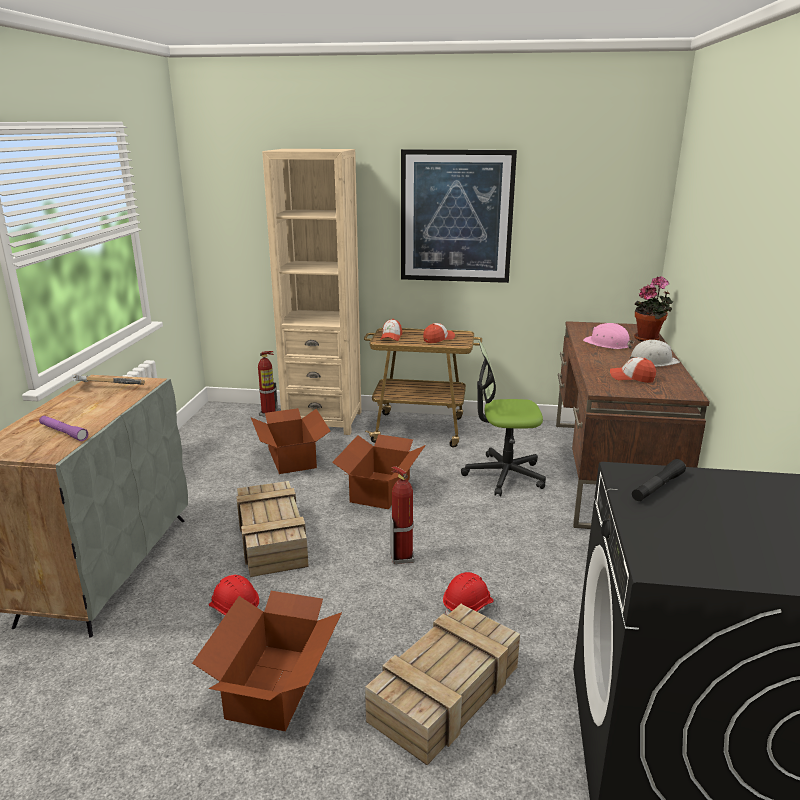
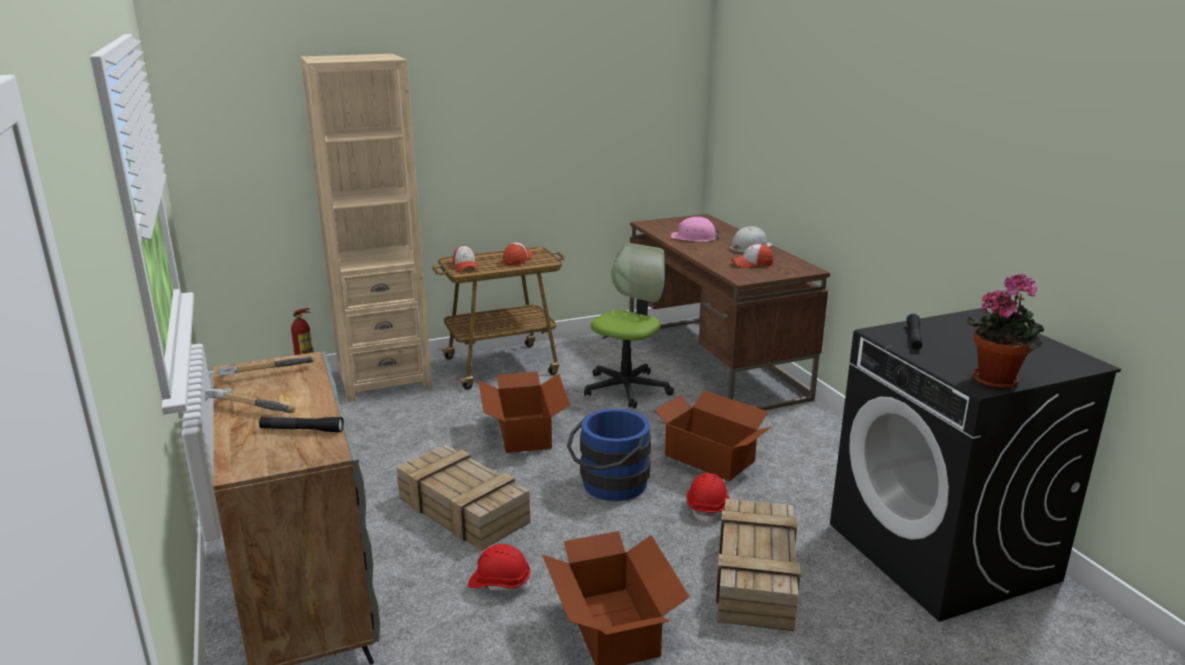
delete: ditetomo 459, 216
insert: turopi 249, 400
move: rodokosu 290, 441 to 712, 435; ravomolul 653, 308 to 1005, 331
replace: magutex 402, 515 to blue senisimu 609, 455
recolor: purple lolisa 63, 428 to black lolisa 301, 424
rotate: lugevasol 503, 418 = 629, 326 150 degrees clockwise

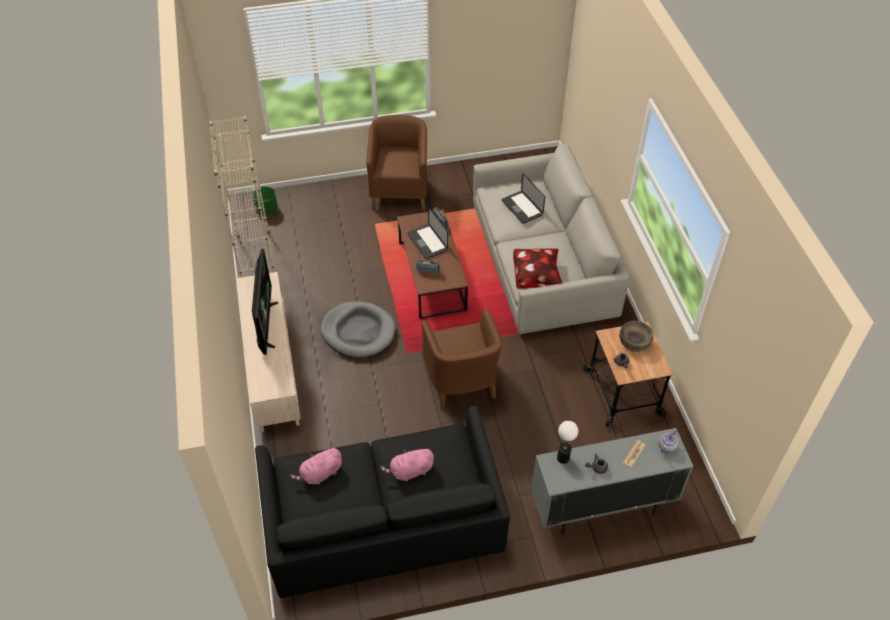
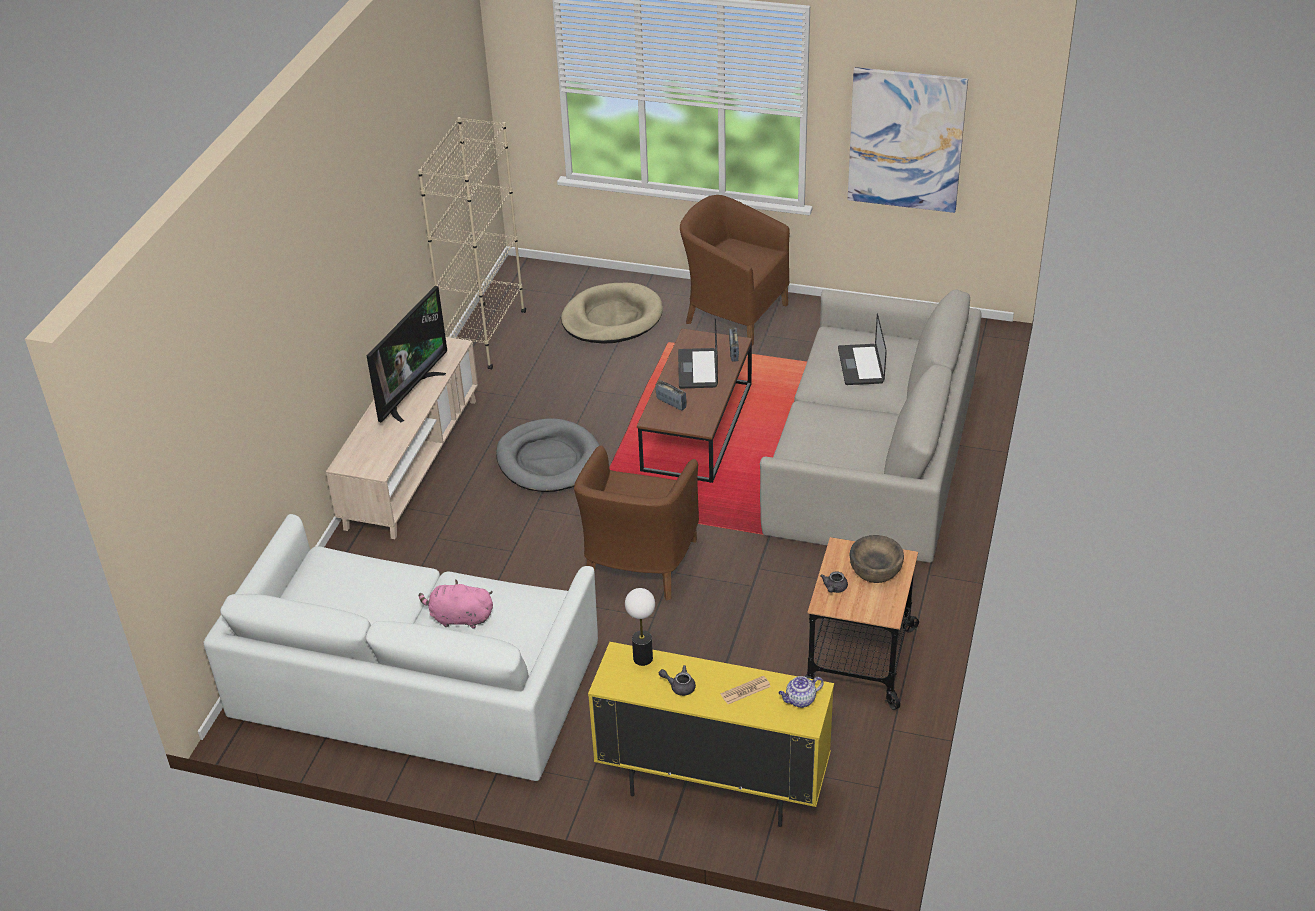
delete: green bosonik 265, 200; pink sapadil 316, 466; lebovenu 538, 268
insert: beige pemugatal 612, 313; ditetomo 908, 140
recolor: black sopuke 382, 501 to white sopuke 400, 647; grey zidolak 612, 481 to yellow zidolak 711, 734
rotate: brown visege 397, 163 = 735, 270 90 degrees counterclockwise

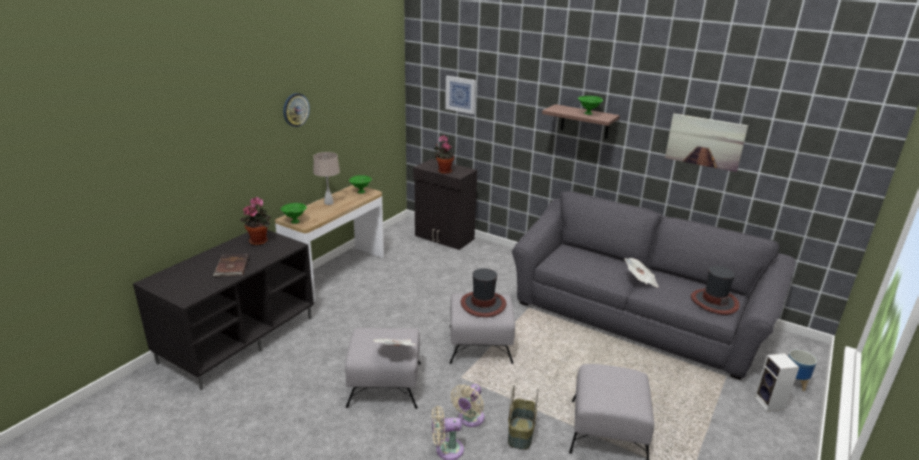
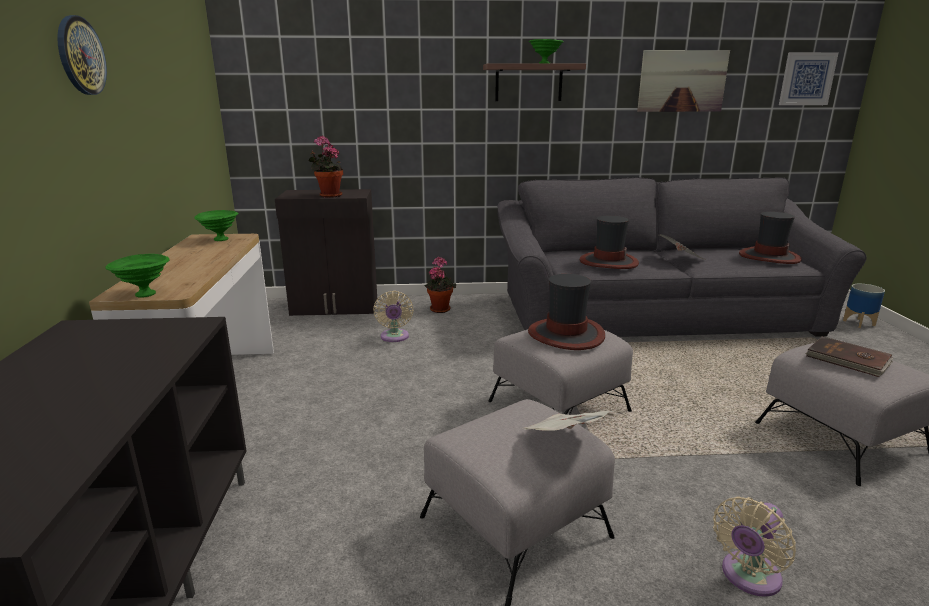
delete: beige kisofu 326, 178; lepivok 523, 417; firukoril 776, 382
insert: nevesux 609, 242
move: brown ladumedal 231, 265 to 849, 356; ravomolul 255, 221 to 440, 285; ditetomo 460, 95 to 809, 78; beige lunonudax 467, 405 to 393, 316

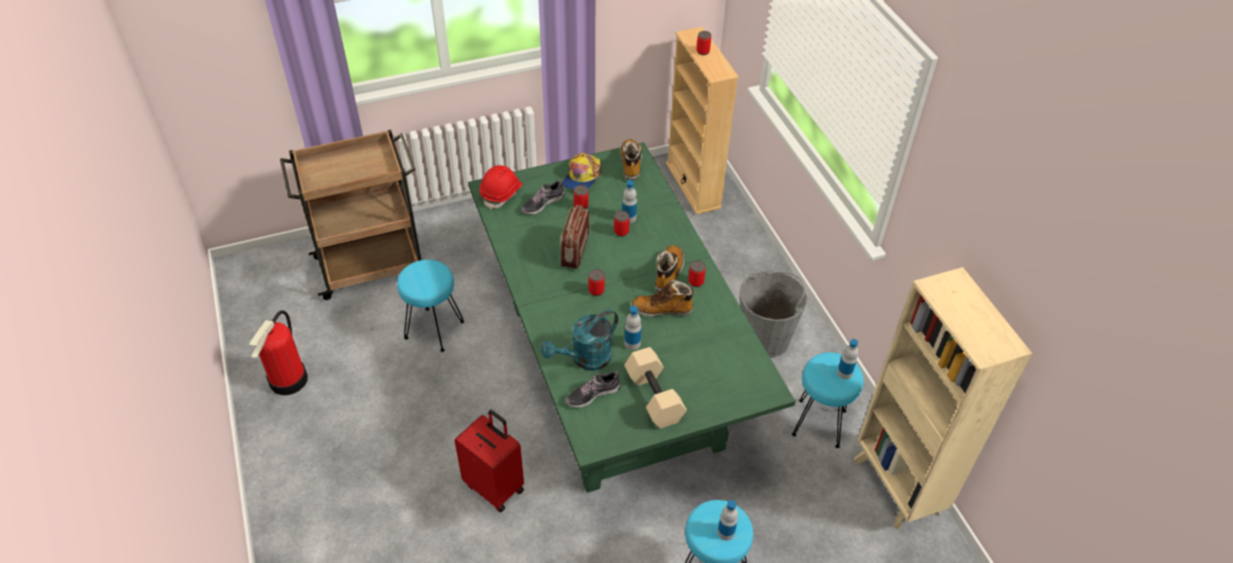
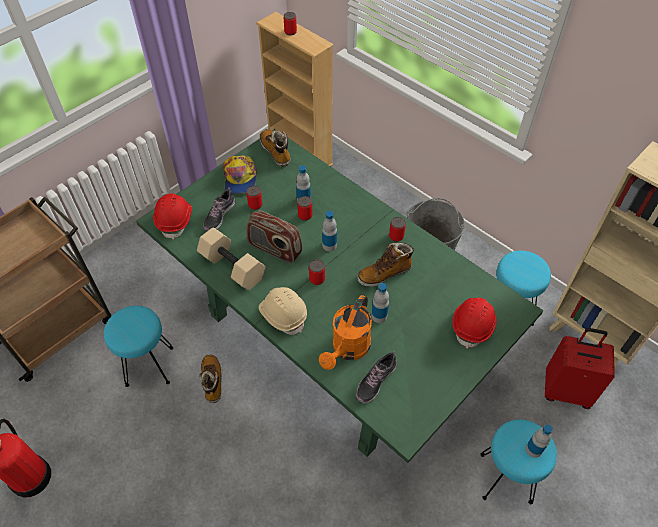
insert: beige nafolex 283, 311; red nafolex 474, 323
move: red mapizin 489, 461 to 580, 368; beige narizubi 655, 387 to 231, 258; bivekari 669, 268 to 210, 378; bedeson 847, 359 to 329, 231
recolor: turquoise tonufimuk 579, 340 to orange tonufimuk 345, 332
rotate: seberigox 575, 237 = 275, 236 45 degrees counterclockwise

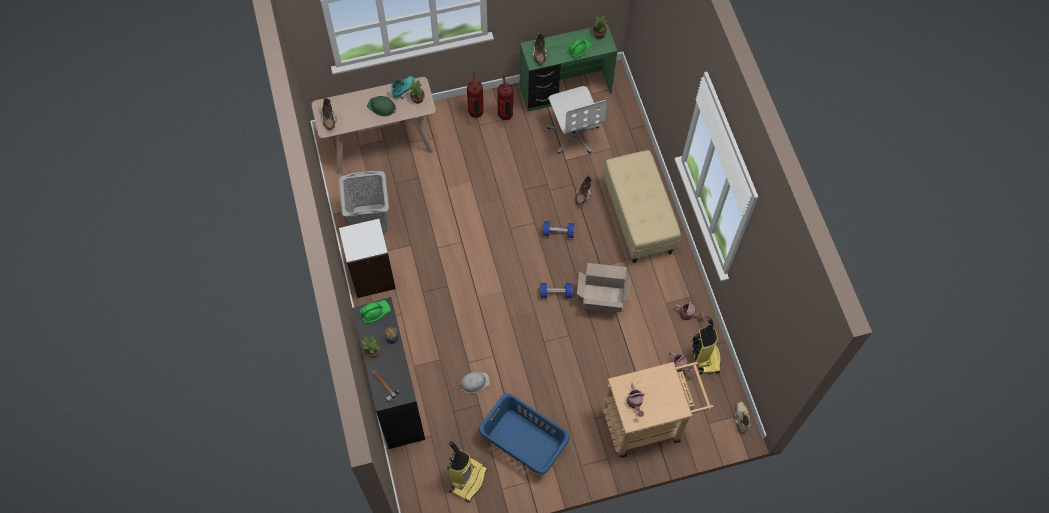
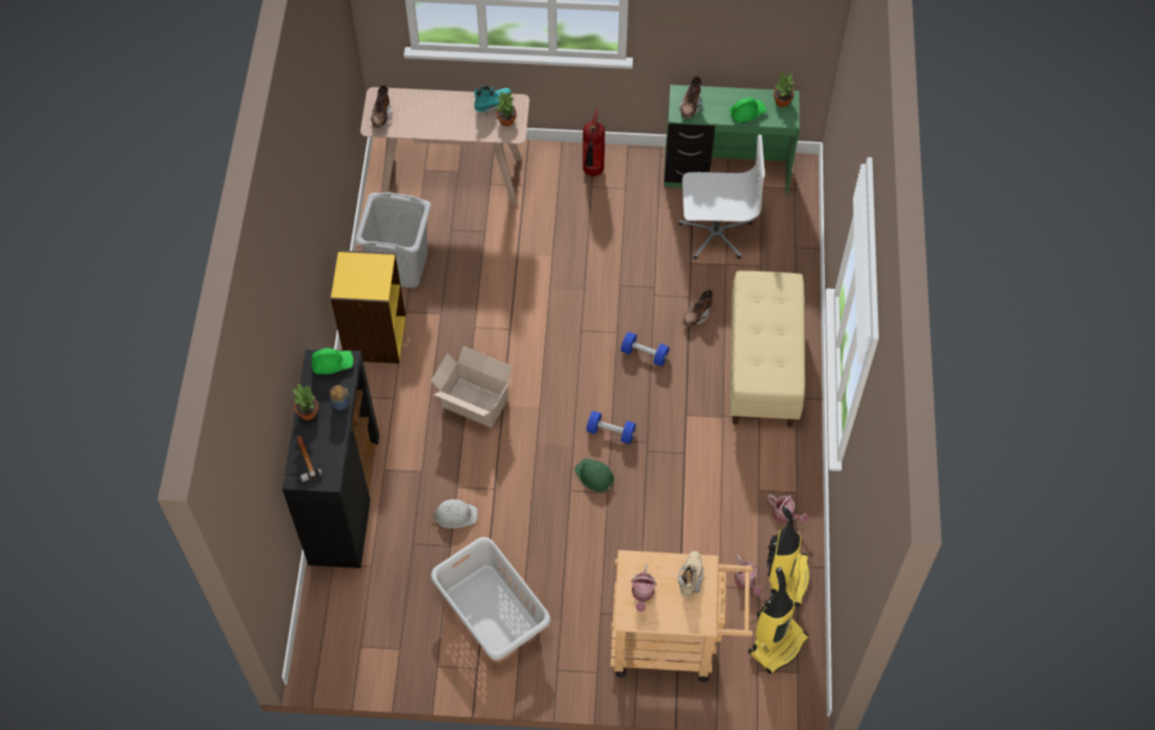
delete: magutex 505, 97
move: green nafolex 382, 106 to 594, 475; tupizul 467, 471 to 778, 620; rodokosu 603, 287 to 471, 387; beige bivekari 742, 417 to 691, 574
recolor: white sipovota 367, 257 to yellow sipovota 368, 307; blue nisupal 524, 433 to grey nisupal 491, 598
rotate: white lugevasol 577, 120 = 721, 197 90 degrees counterclockwise

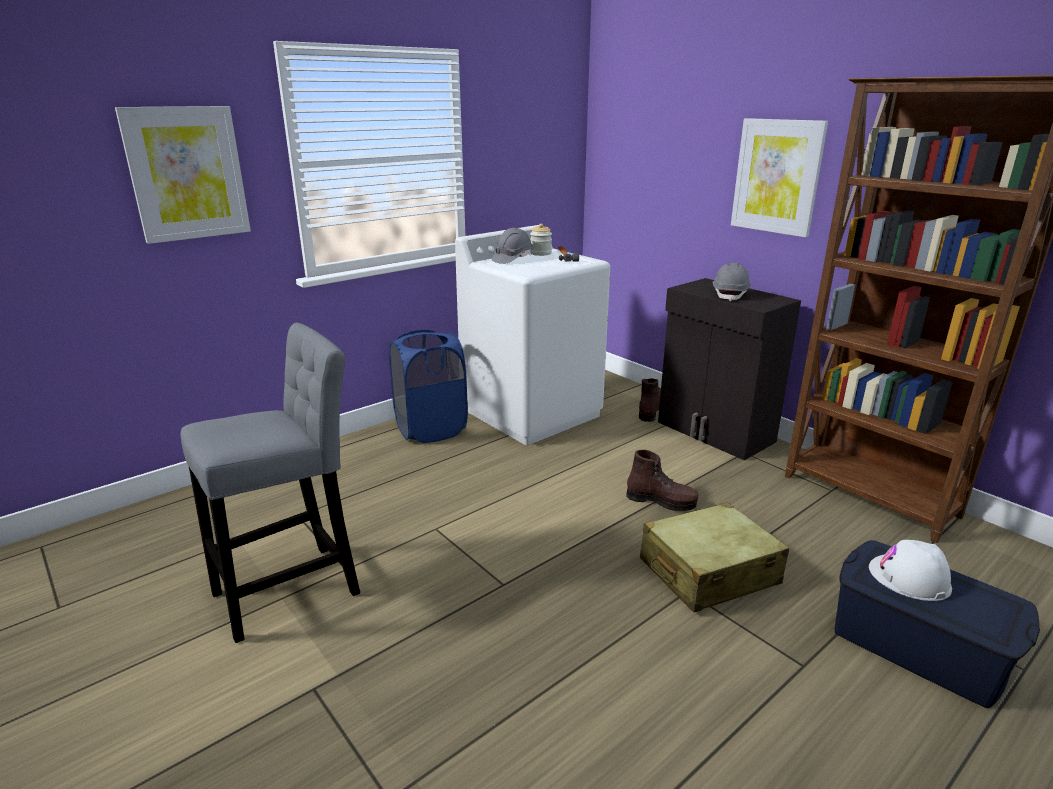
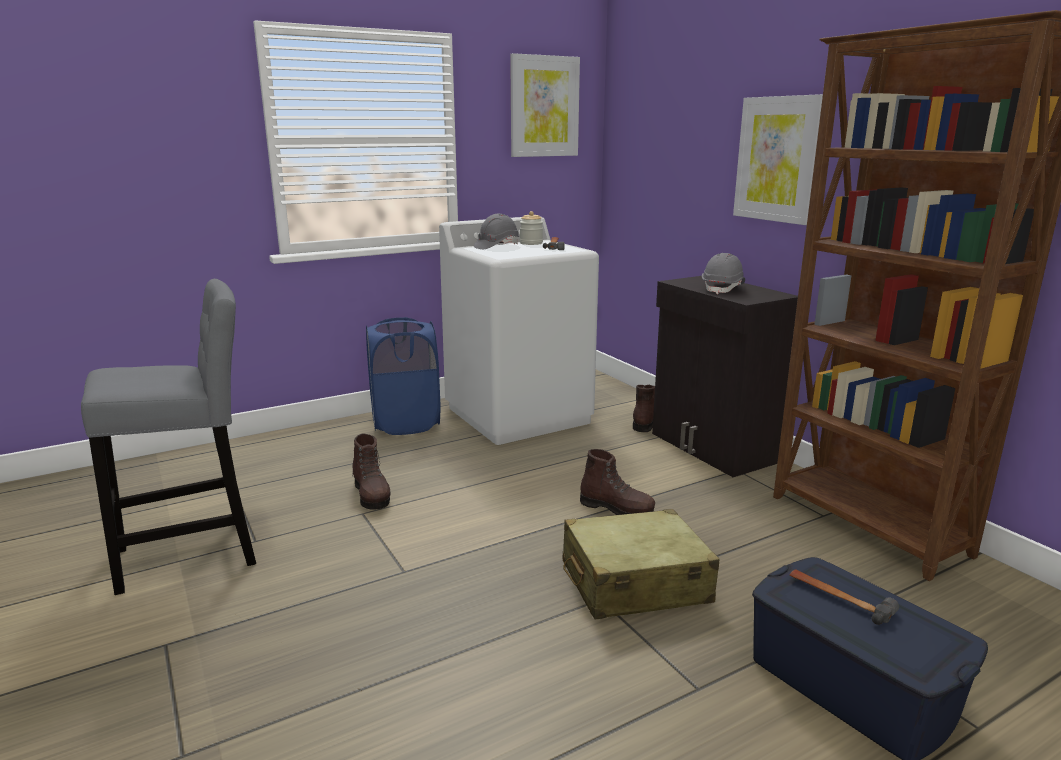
insert: brown bivekari 371, 472
move: ditetomo 183, 175 to 545, 105
replace: white nafolex 910, 570 to turopi 844, 597

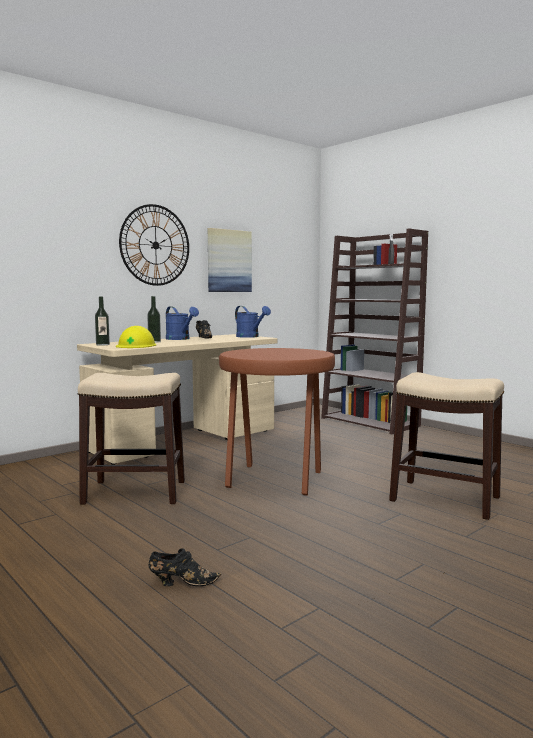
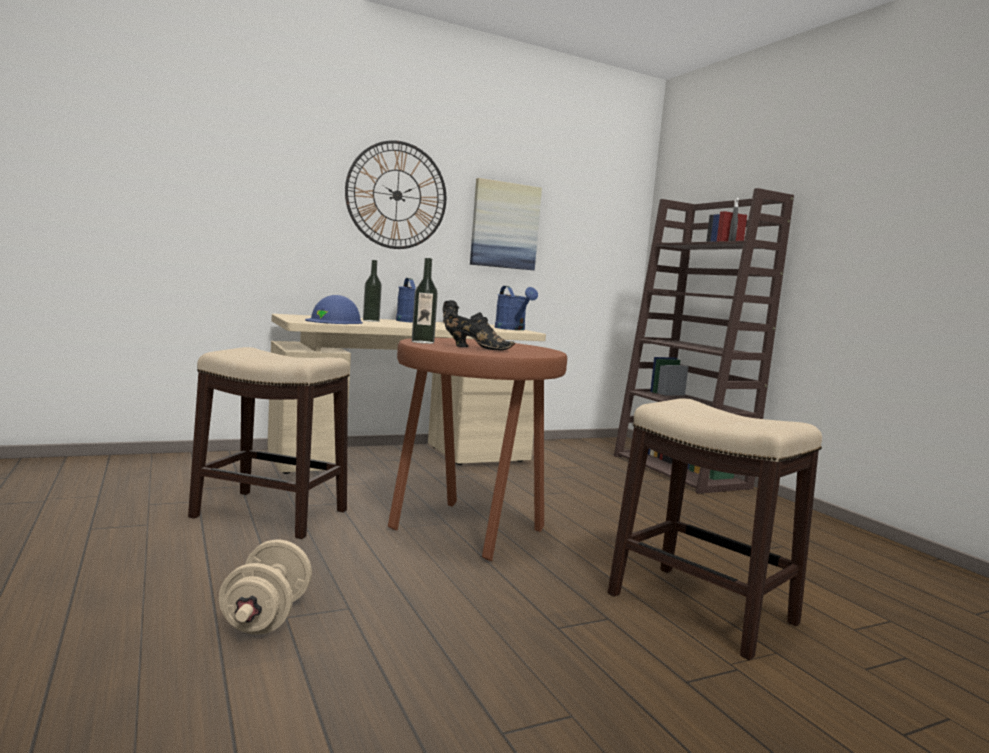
insert: beige narizubi 265, 587
move: bedeson 102, 321 to 425, 301; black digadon 184, 567 to 480, 331
recolor: yellow nafolex 136, 337 to blue nafolex 334, 309

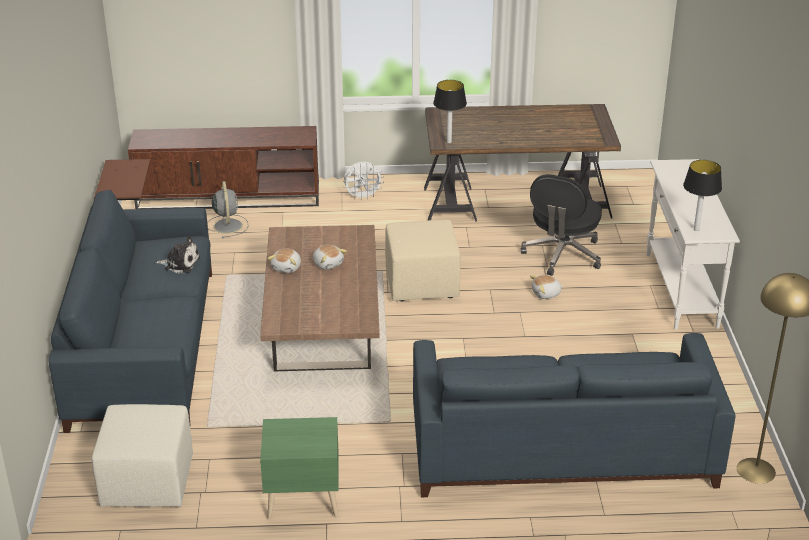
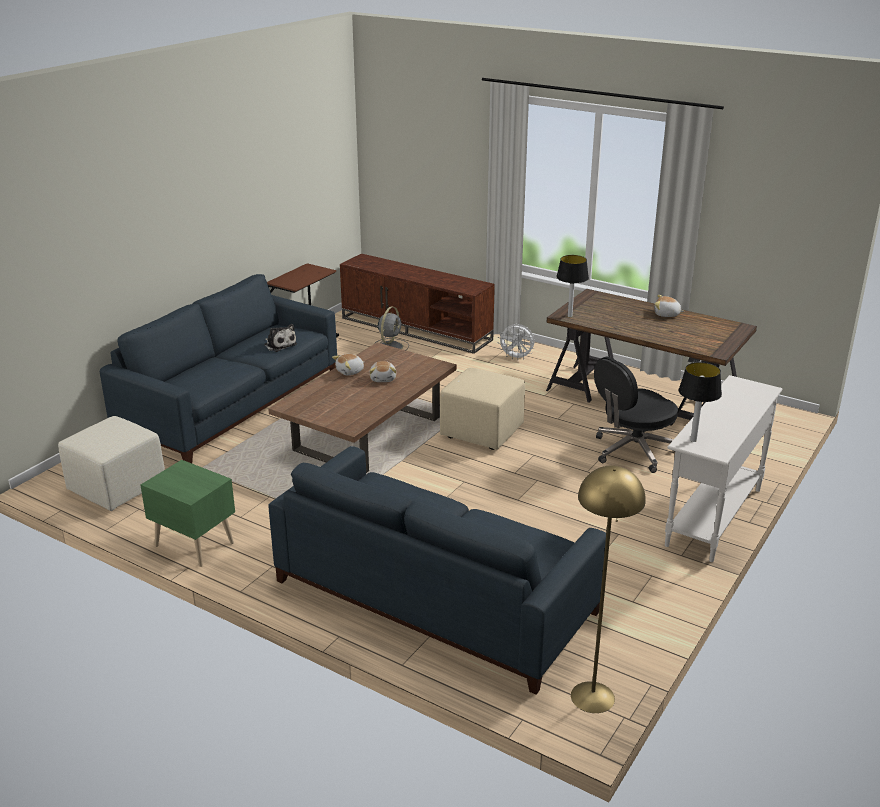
move: sapadil 547, 287 to 669, 306

